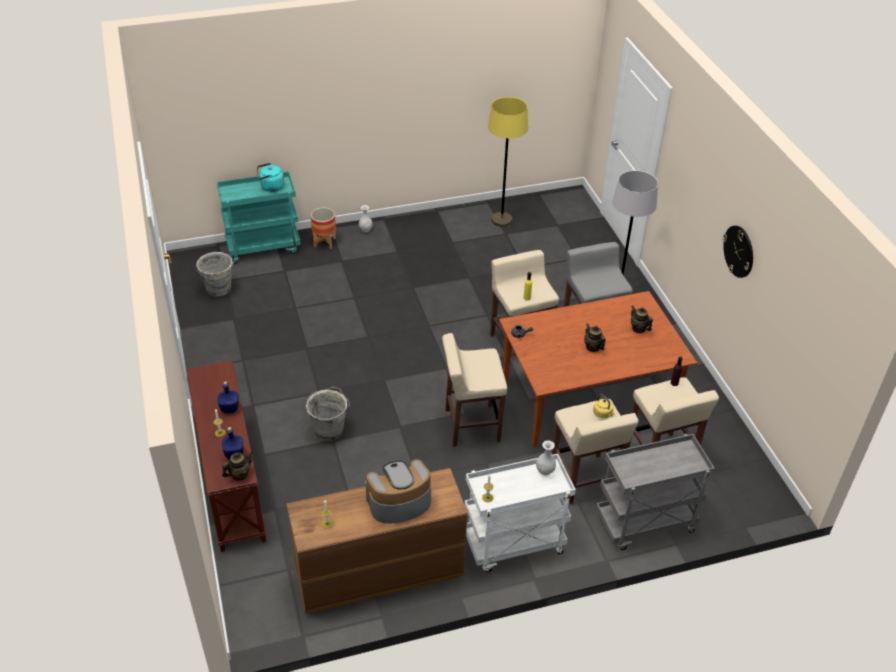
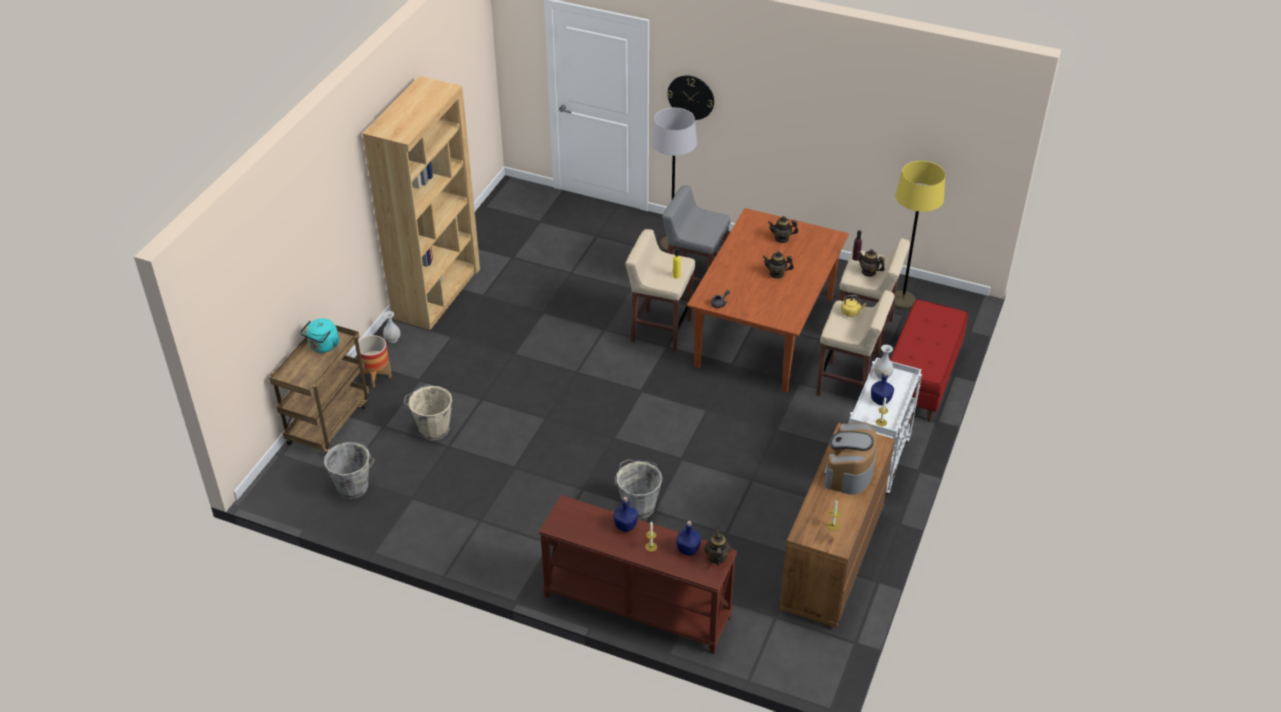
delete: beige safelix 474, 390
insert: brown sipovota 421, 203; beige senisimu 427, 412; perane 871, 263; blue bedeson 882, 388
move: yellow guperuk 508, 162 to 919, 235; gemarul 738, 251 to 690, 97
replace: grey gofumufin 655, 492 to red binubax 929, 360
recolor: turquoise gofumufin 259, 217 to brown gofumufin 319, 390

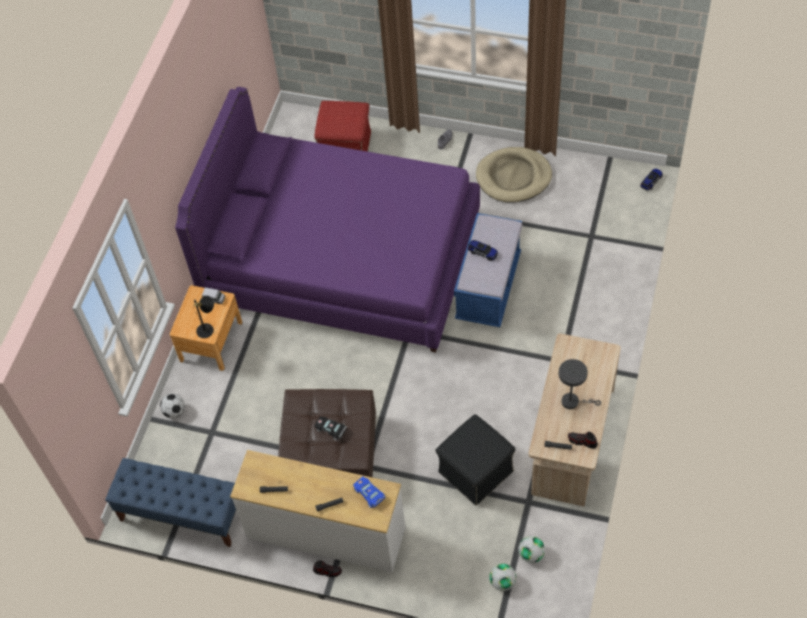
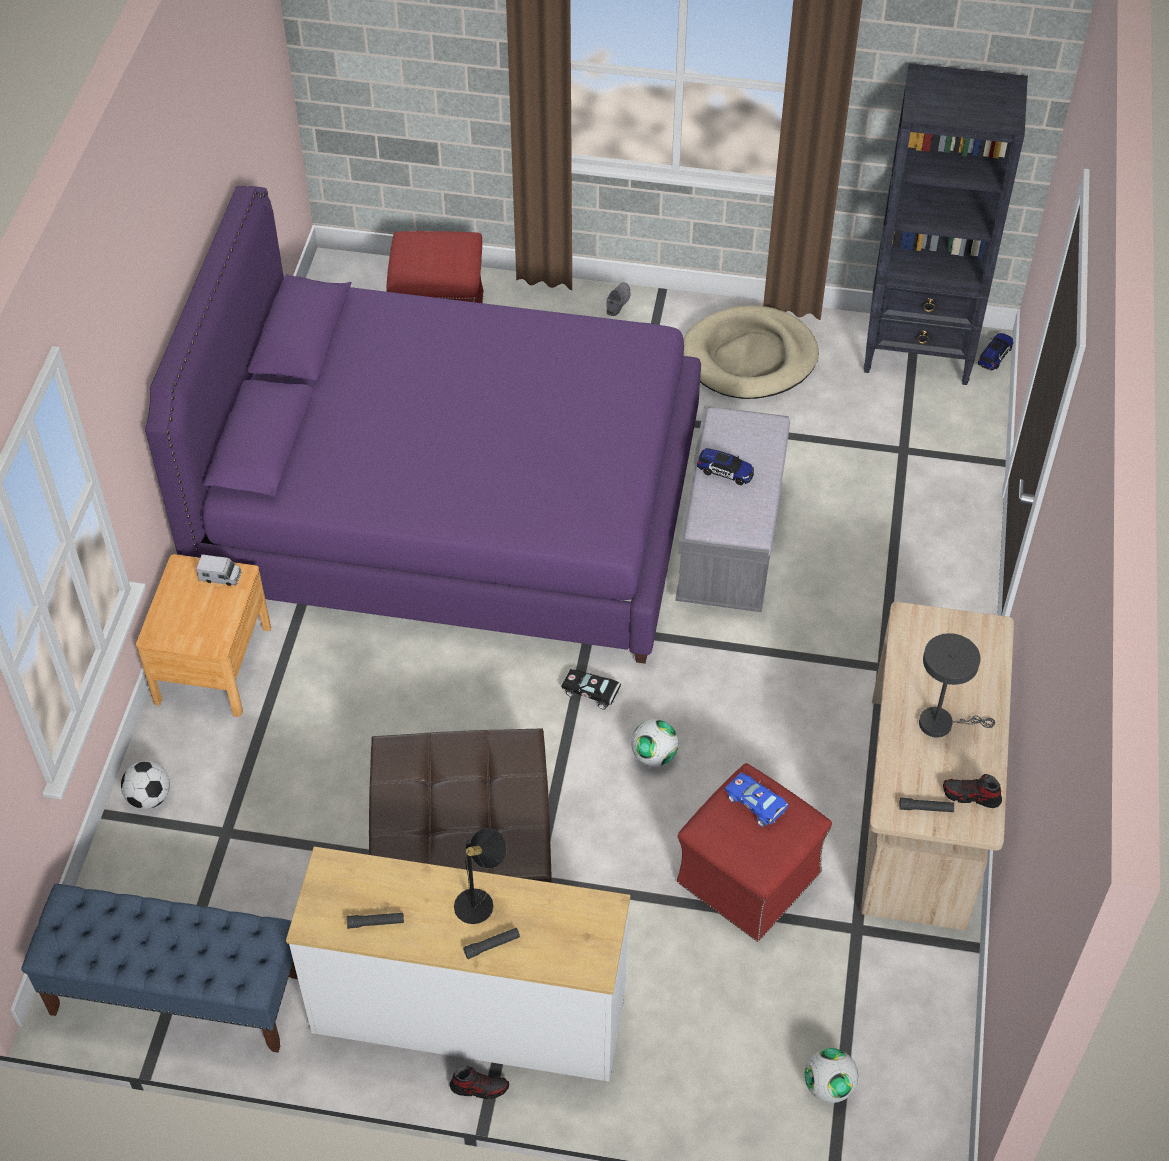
insert: black sipovota 946, 224
move: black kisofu 203, 317 to 480, 876; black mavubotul 330, 428 to 591, 689; blue mavubotul 369, 492 to 757, 800; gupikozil 531, 549 to 654, 742
recolor: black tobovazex 475, 460 to red tobovazex 754, 852; blue binubax 488, 270 to grey binubax 732, 509

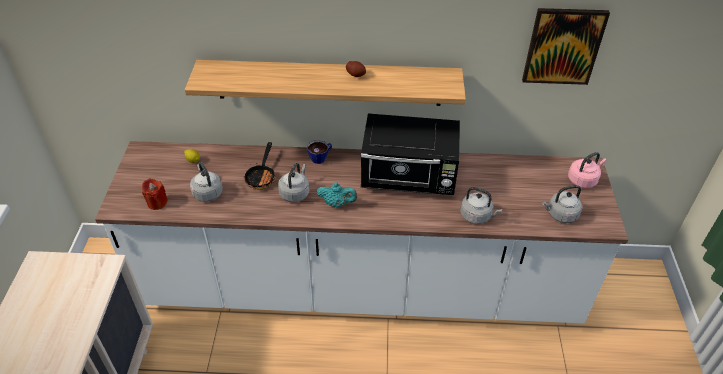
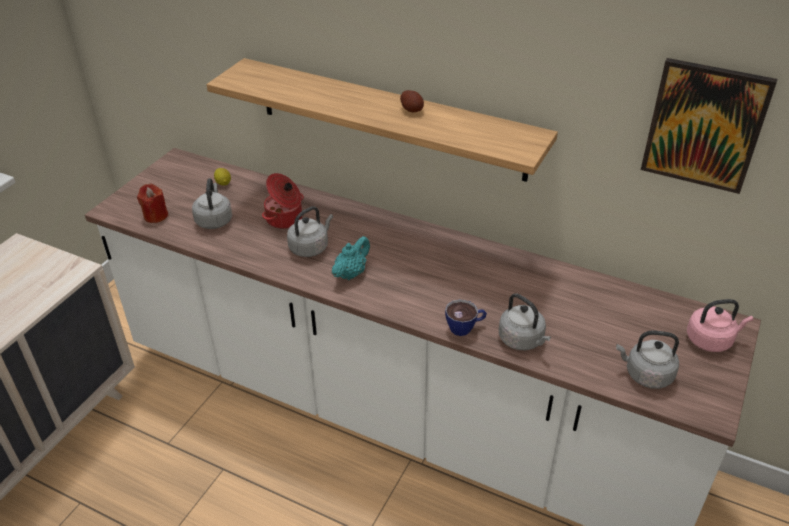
delete: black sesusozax 410, 154
move: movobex 319, 152 to 466, 317
replace: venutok 260, 166 to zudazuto 283, 201
rotate: turquoise perane 337, 195 = 351, 258 90 degrees counterclockwise

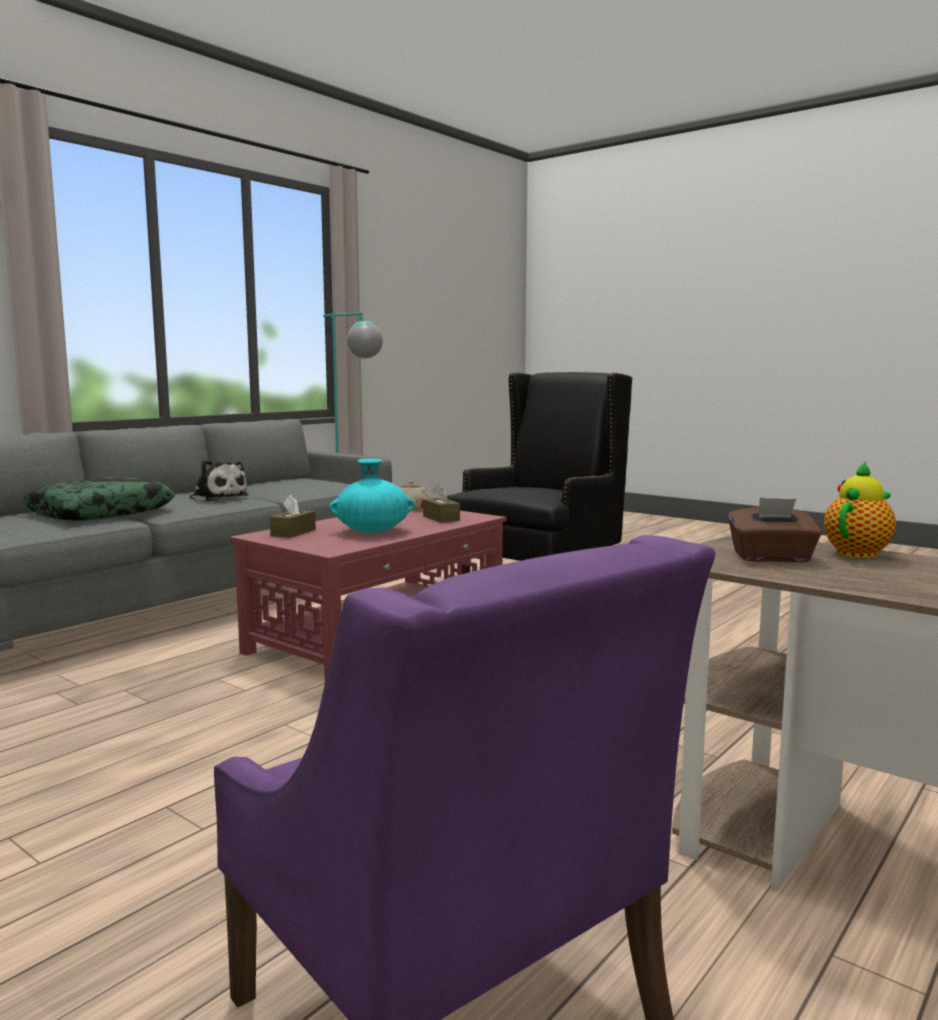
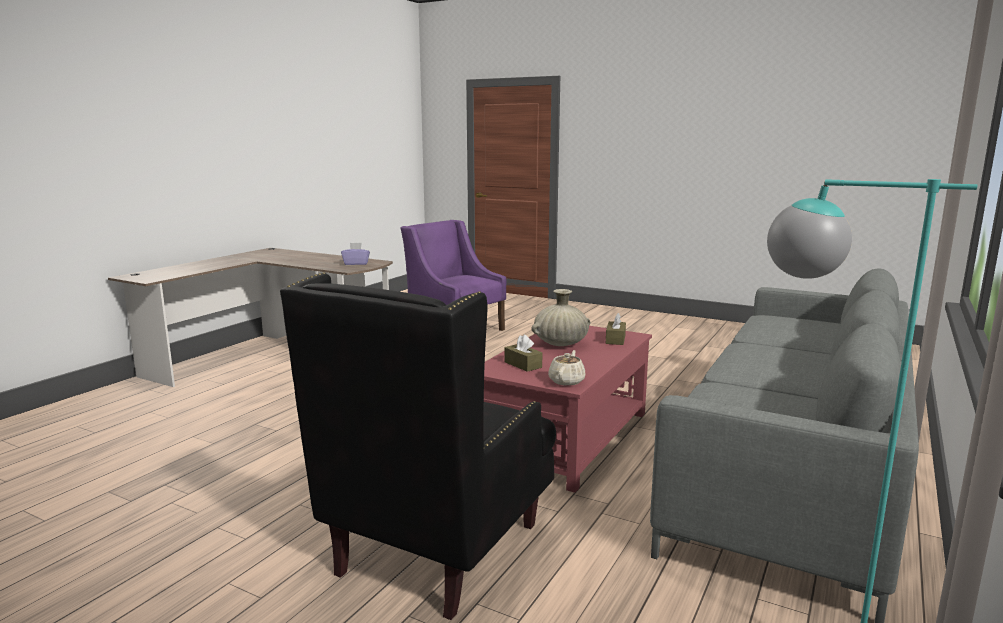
delete: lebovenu 98, 499; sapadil 219, 481; perane 860, 509
recolor: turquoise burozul 372, 496 to beige burozul 560, 317; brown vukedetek 775, 529 to purple vukedetek 355, 253

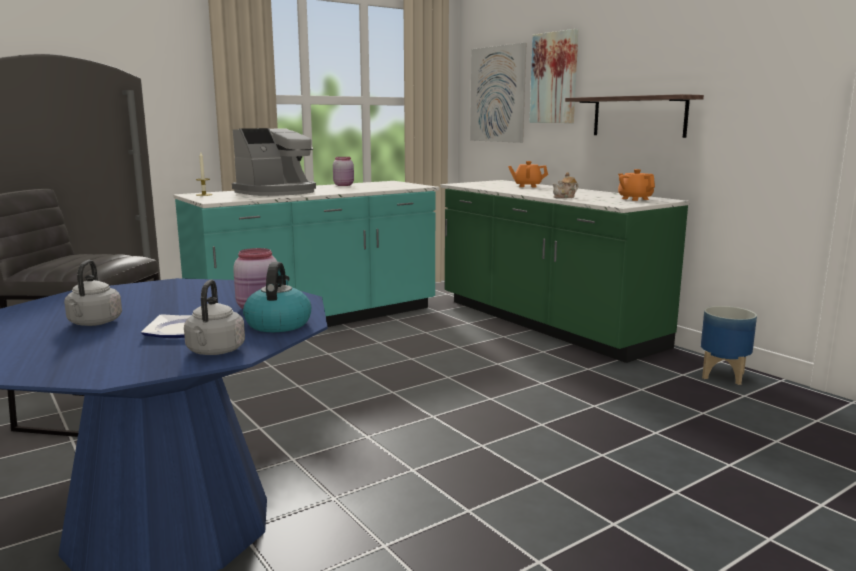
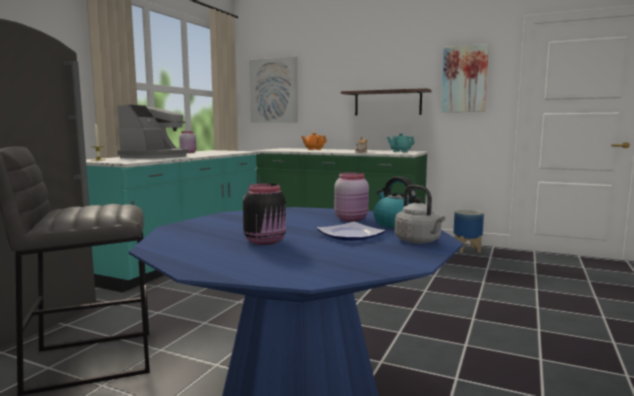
move: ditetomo 554, 76 to 465, 78
replace: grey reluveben 93, 293 to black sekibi 264, 214
recolor: orange perane 636, 185 to turquoise perane 401, 142

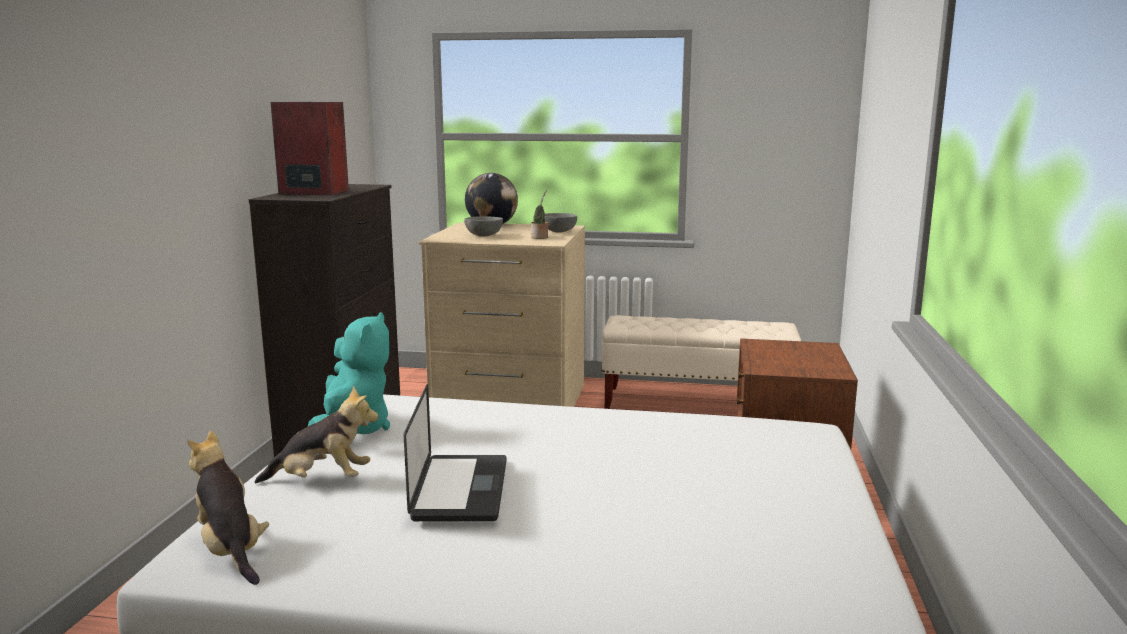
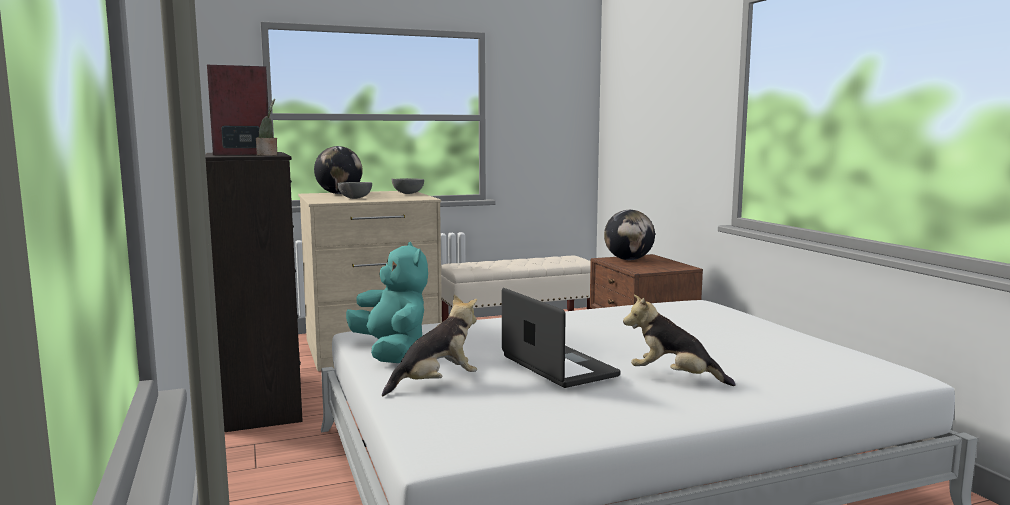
insert: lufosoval 629, 235
move: sapadil 228, 508 to 679, 340; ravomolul 539, 214 to 266, 127

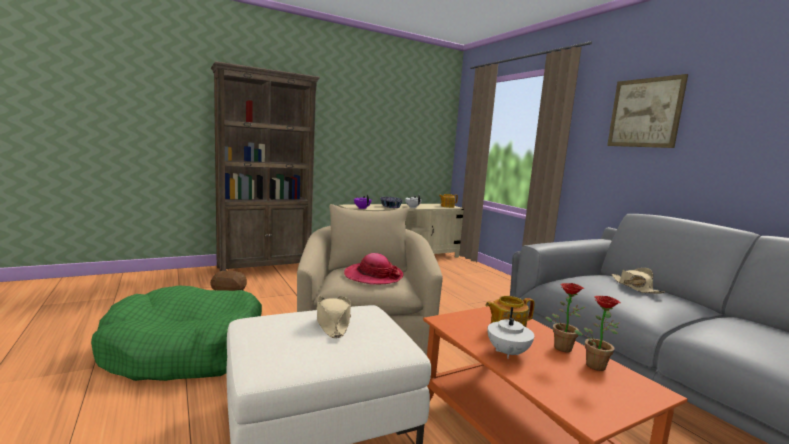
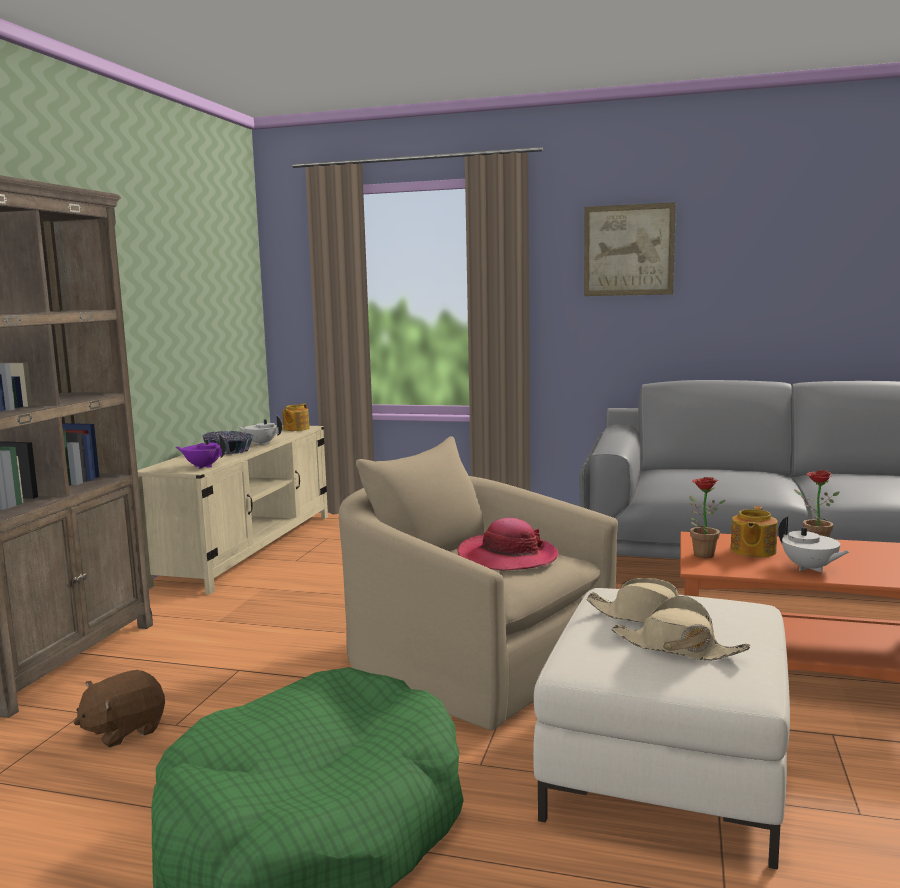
move: ravomolul 597, 333 to 707, 517; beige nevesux 638, 281 to 681, 628

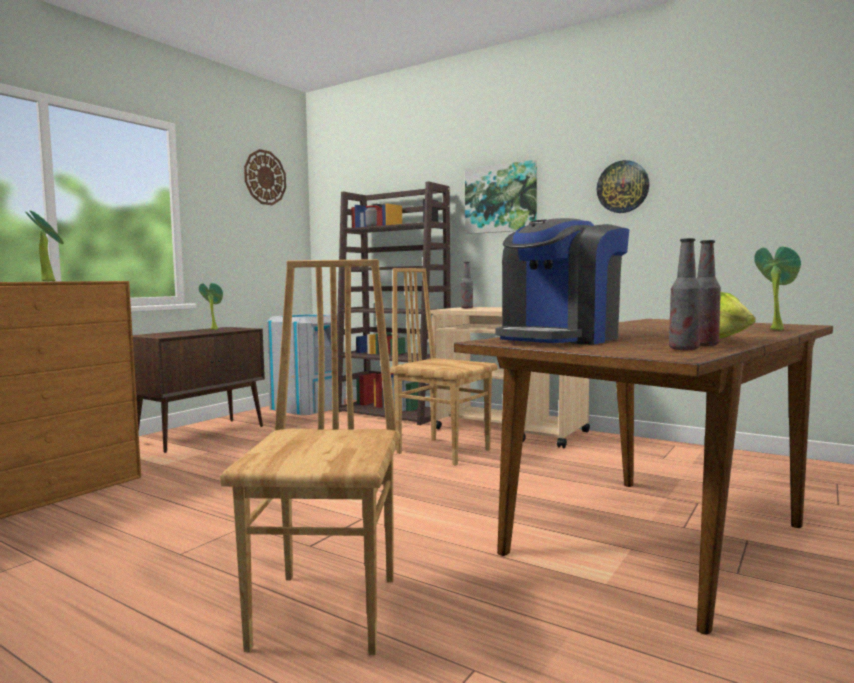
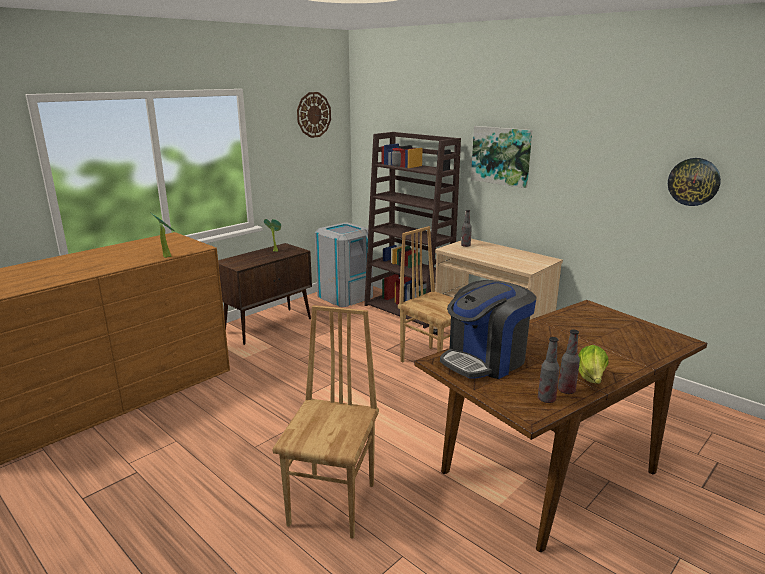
delete: ravomolul 777, 288
move: gemarul 623, 186 to 694, 182

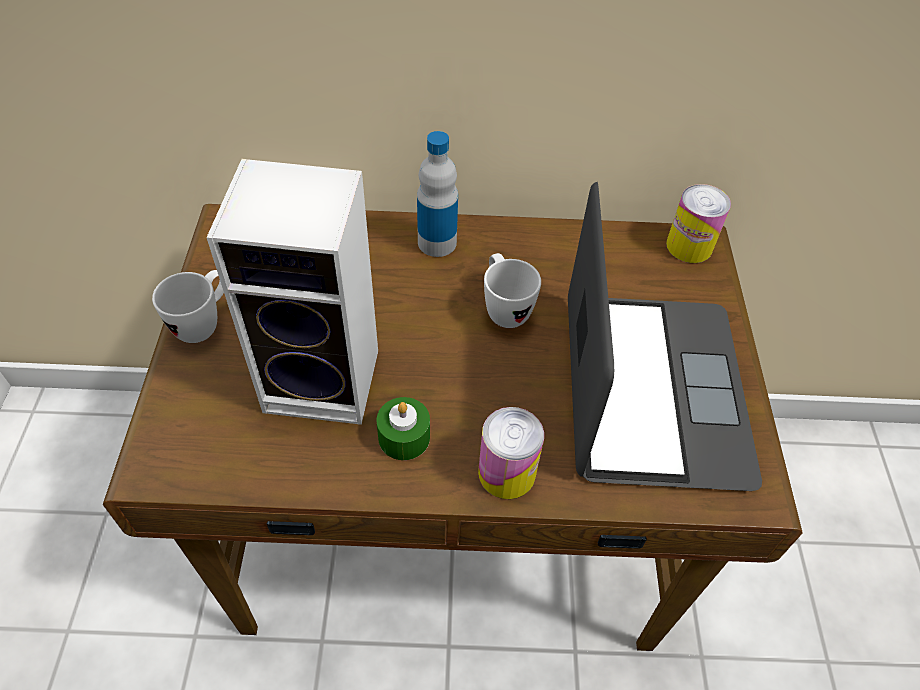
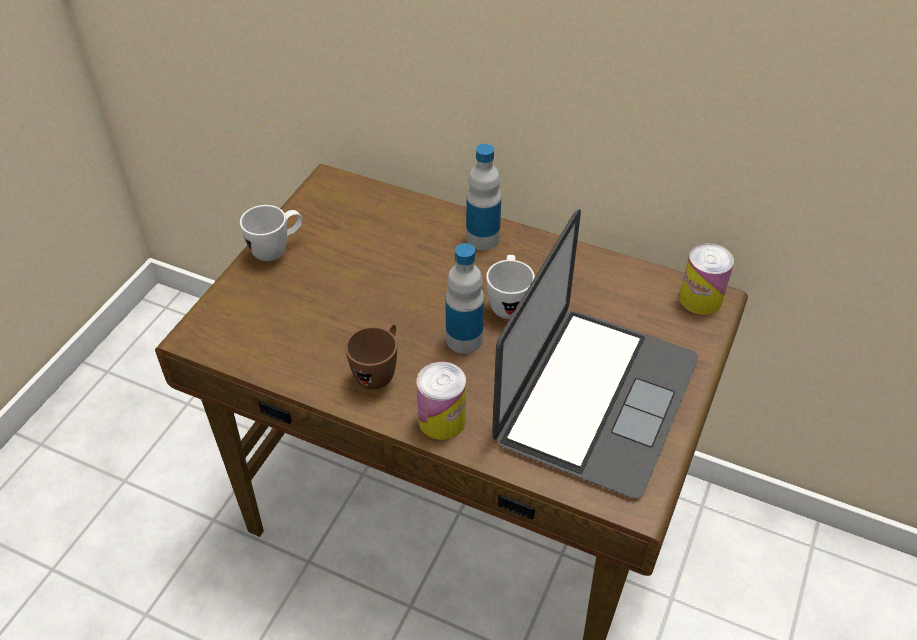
delete: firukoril 292, 292
insert: bedeson 464, 298
replace: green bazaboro 403, 428 to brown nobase 371, 356

